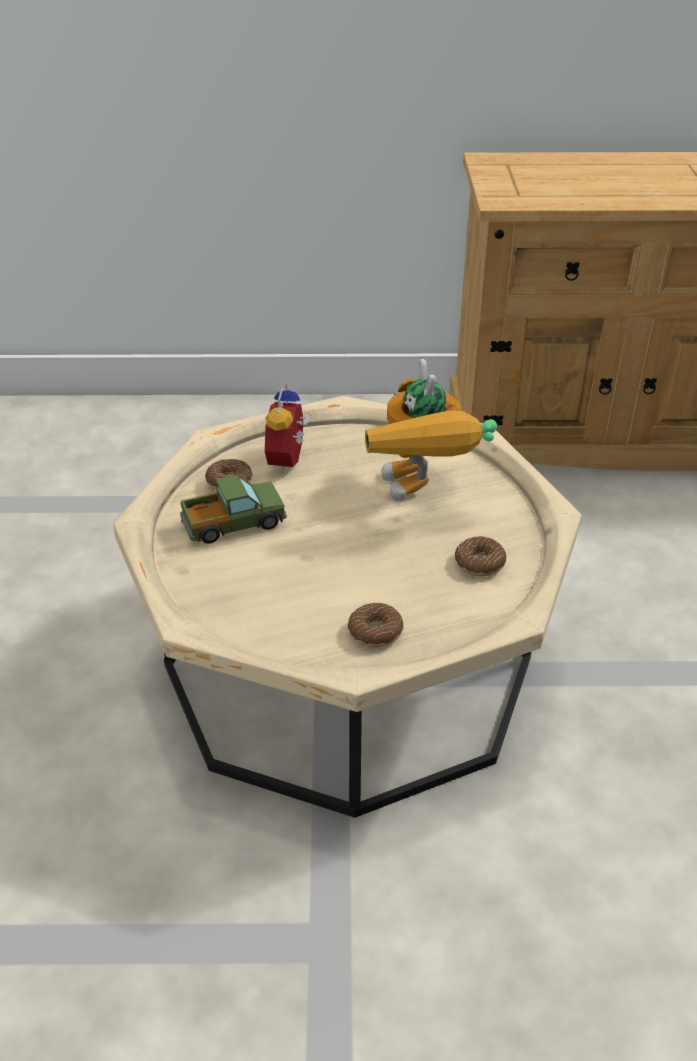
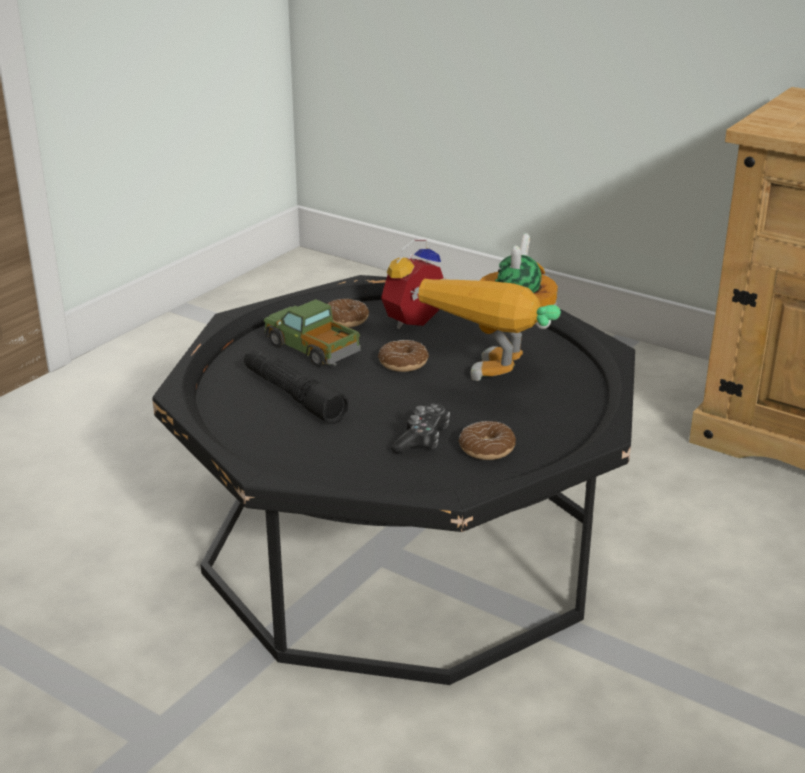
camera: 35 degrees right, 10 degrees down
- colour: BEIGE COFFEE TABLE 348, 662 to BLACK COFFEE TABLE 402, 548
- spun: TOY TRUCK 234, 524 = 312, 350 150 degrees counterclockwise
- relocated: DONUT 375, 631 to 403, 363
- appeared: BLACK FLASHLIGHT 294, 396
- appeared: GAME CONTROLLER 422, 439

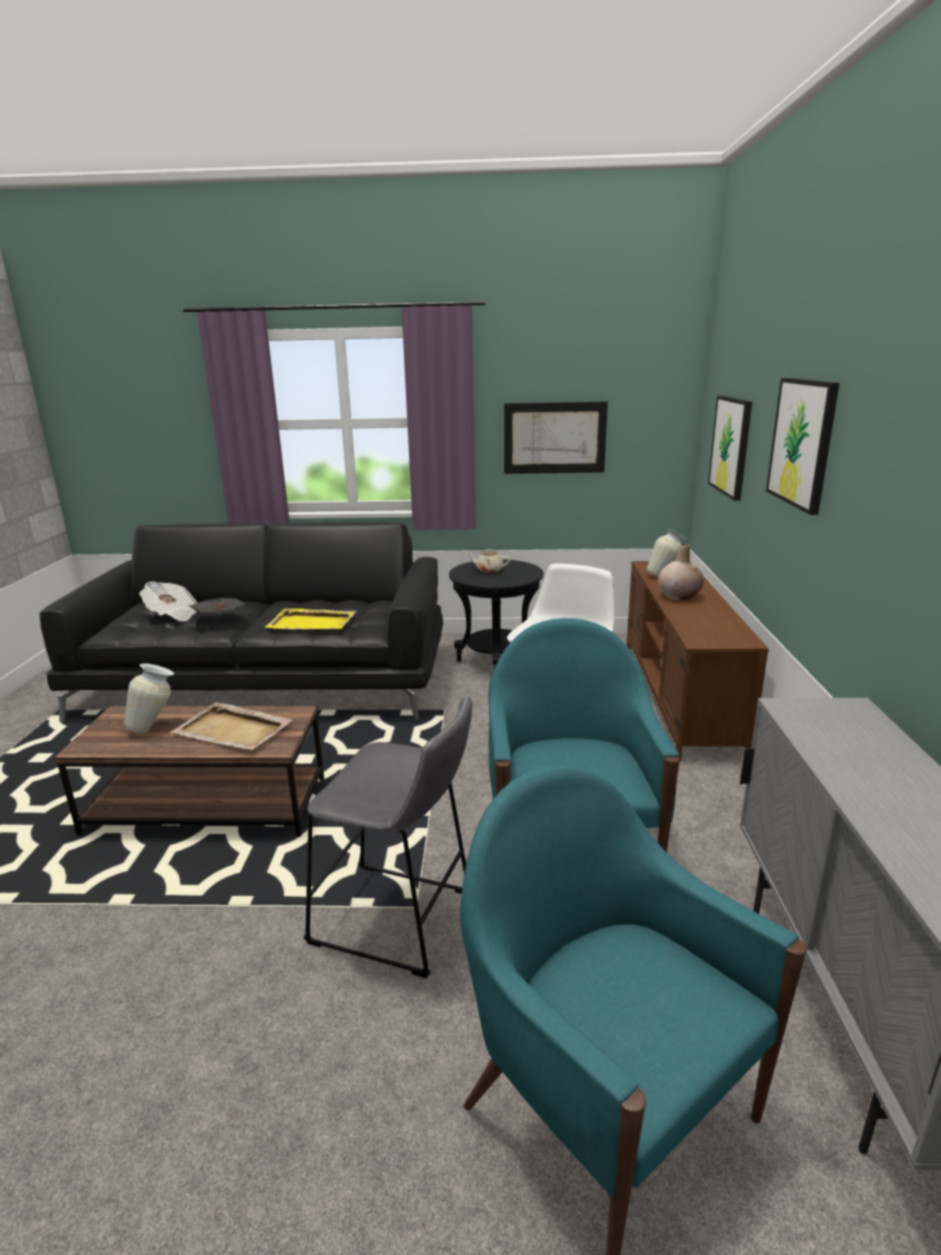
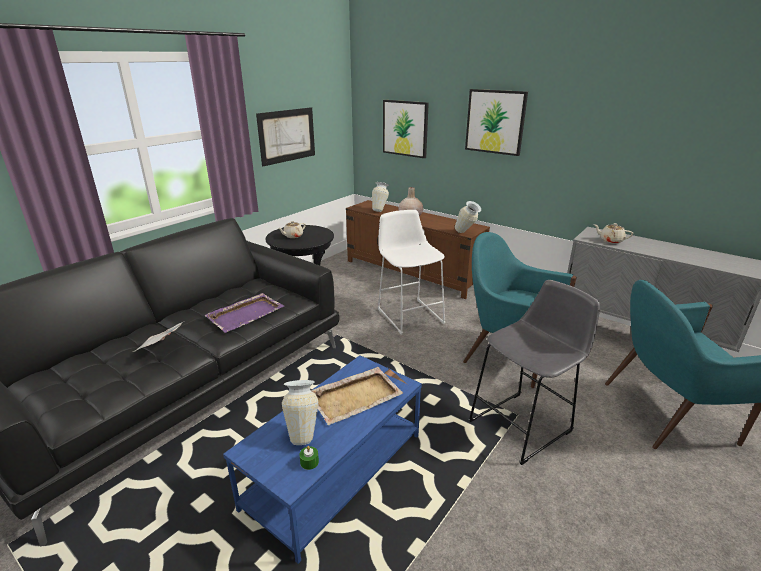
camera: 55 degrees left, 5 degrees up
- colour: BROWN COFFEE TABLE 209, 805 to BLUE COFFEE TABLE 335, 470
- missing: NEWSPAPER 173, 615
- colour: YELLOW TRAY 312, 623 to PURPLE TRAY 246, 314
- appeared: GREEN CANDLE 309, 462
- appeared: VASE 466, 234
- appeared: BEIGE TEAPOT 610, 240

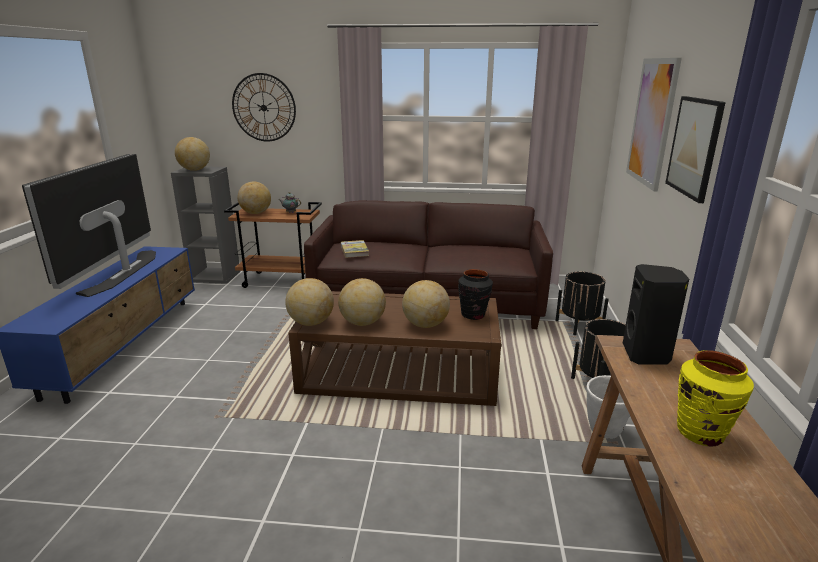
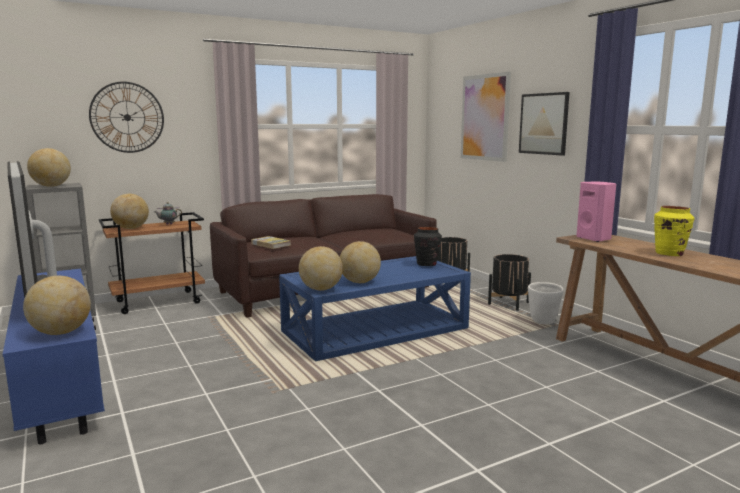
camera: 35 degrees left, 10 degrees down
- colour: BROWN COFFEE TABLE 399, 372 to BLUE COFFEE TABLE 375, 329
- relocated: GLOBE 425, 325 to 61, 332
- colour: BLACK SPEAKER 647, 355 to PINK SPEAKER 594, 239

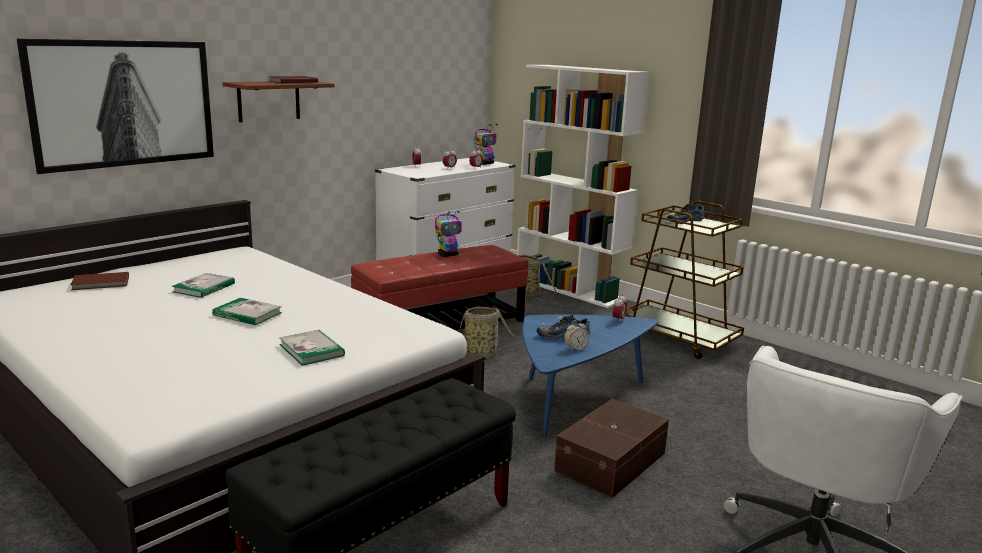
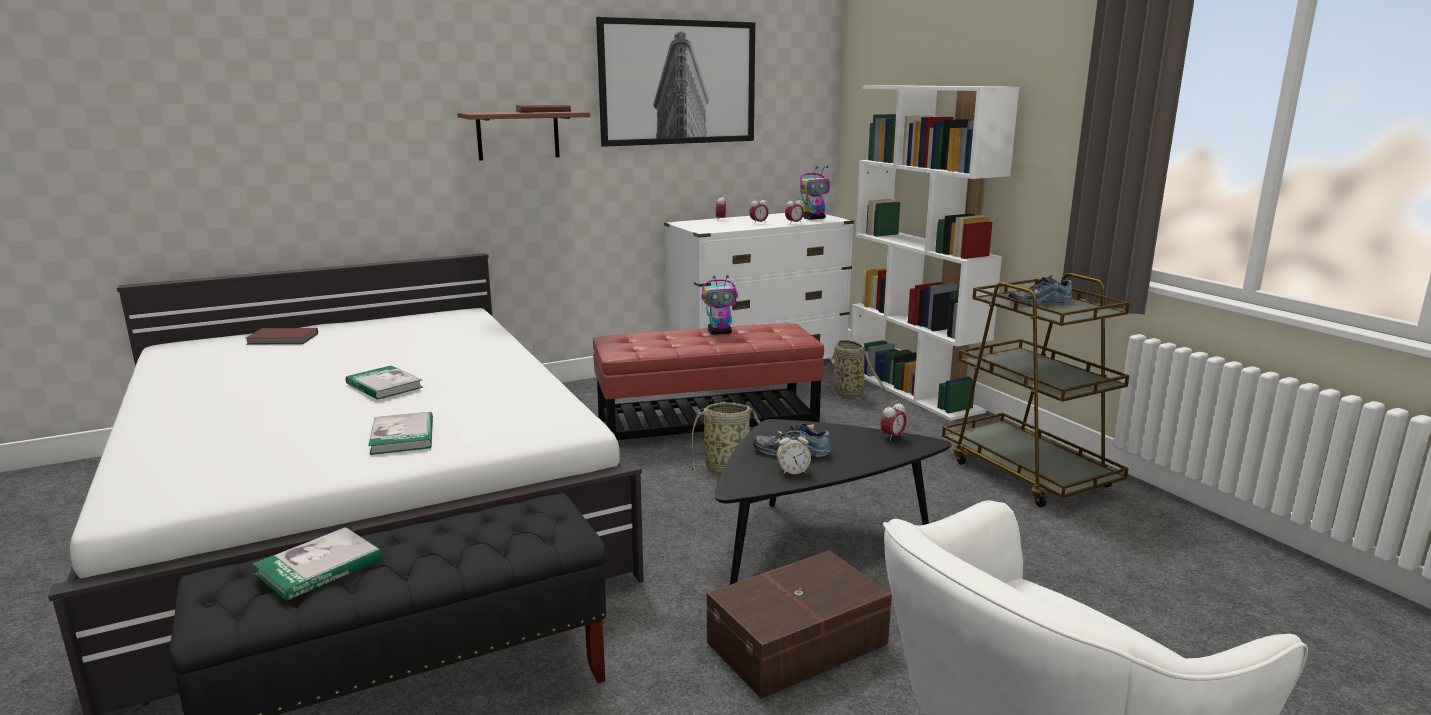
camera: 20 degrees right, 0 degrees up
- relocated: PICTURE 123, 103 to 678, 82
- relocated: BOOK 204, 288 to 319, 567
- colour: BLUE COFFEE TABLE 574, 396 to BLACK COFFEE TABLE 813, 538

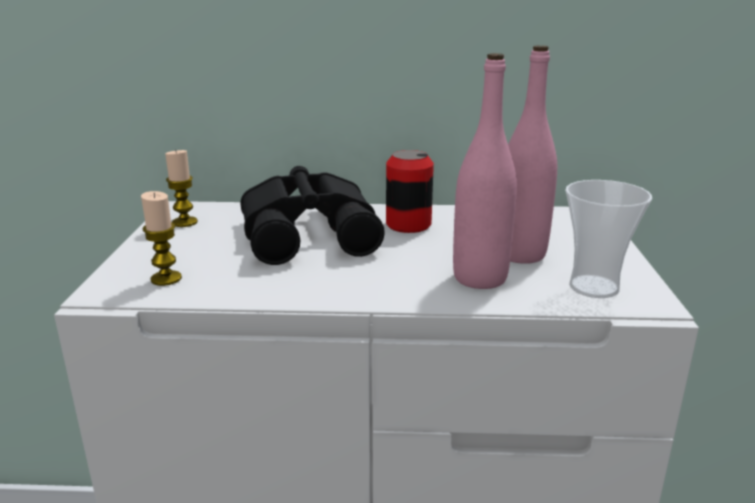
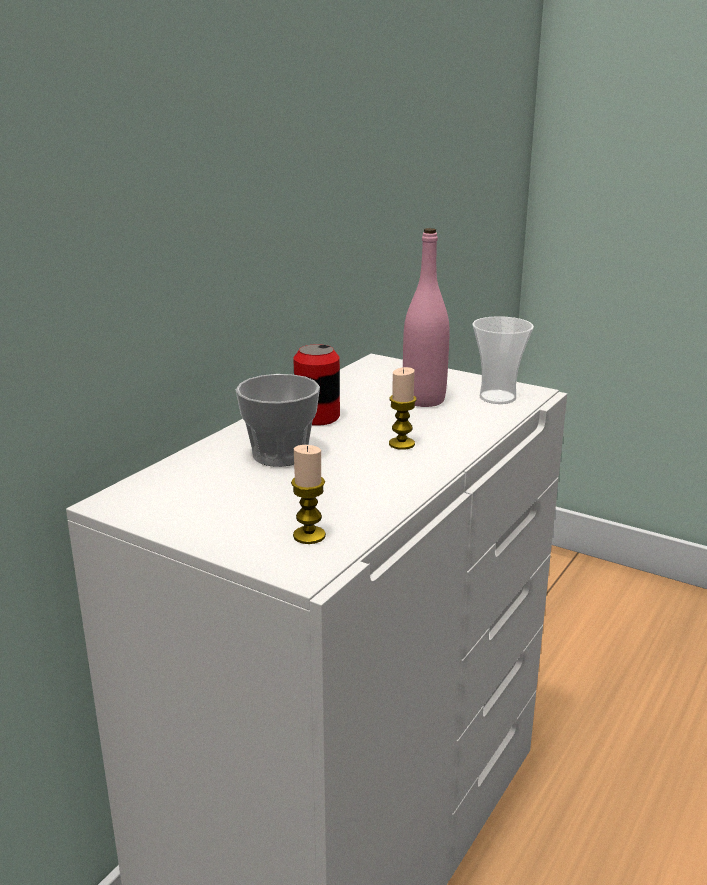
camera: 60 degrees left, 0 degrees up
- relocated: CANDLE 185, 222 to 401, 444
- exchanged: BLACK BINOCULARS 312, 232 to CUP 280, 455
- missing: PINK BOTTLE 480, 278

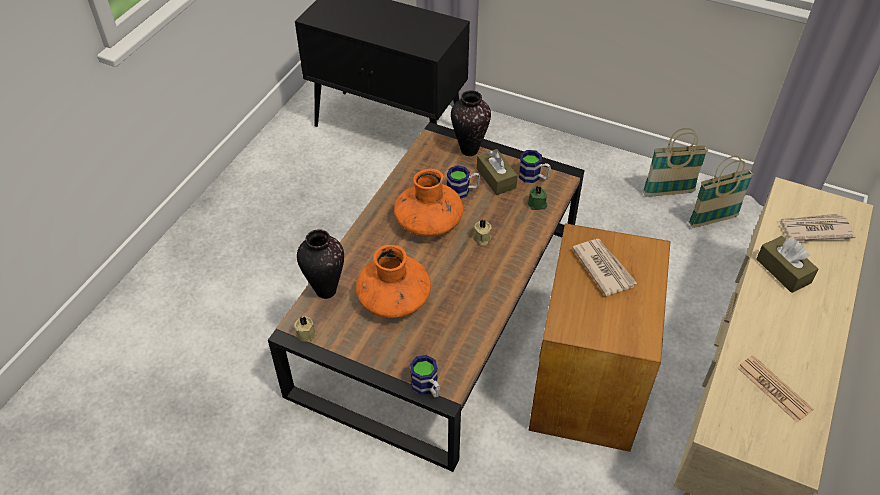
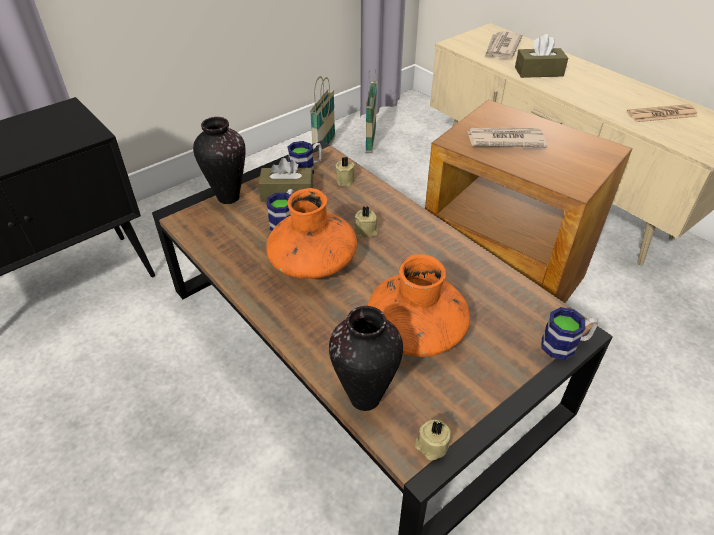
camera: 65 degrees left, 5 degrees down
- colour: GREEN CANDLE 537, 205 to BEIGE CANDLE 346, 180

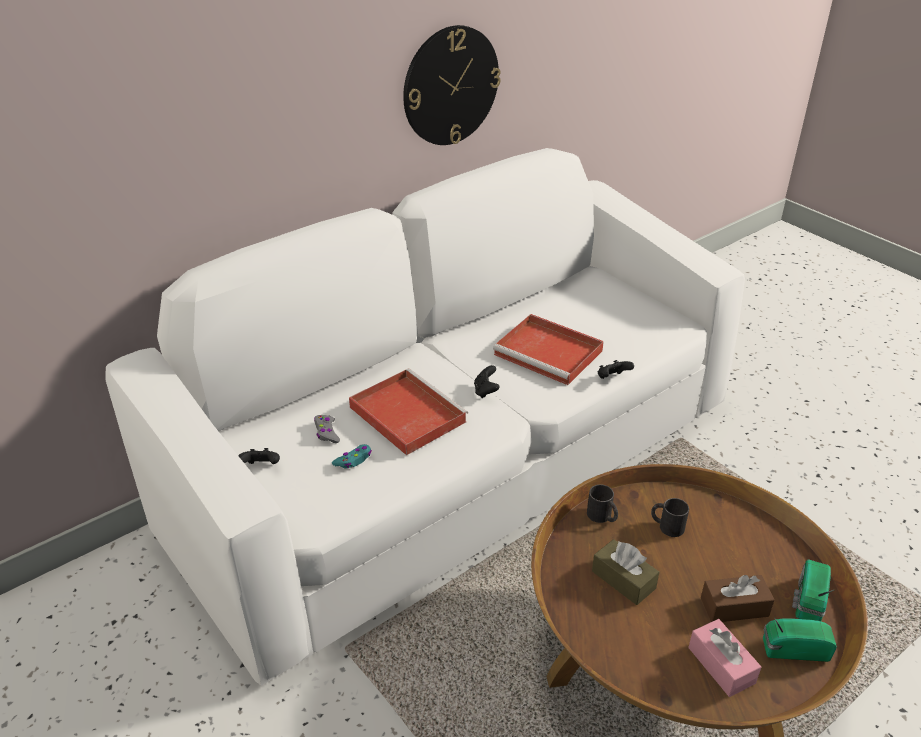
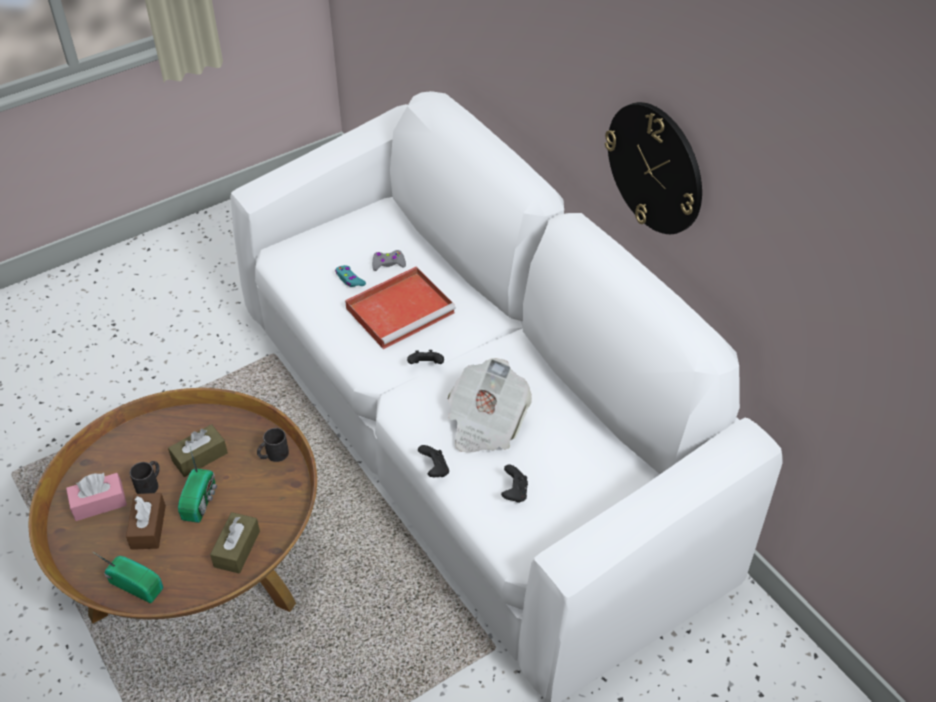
camera: 95 degrees right, 10 degrees up
- relocated: BLACK GAME CONTROLLER 262, 467 to 514, 492
- exchanged: RED TRAY 550, 353 to NEWSPAPER 486, 423
- relocated: BLACK MUG 666, 526 to 150, 483
- relocated: RADIO 792, 648 to 201, 500
- appeared: BROWN TISSUE BOX 237, 549

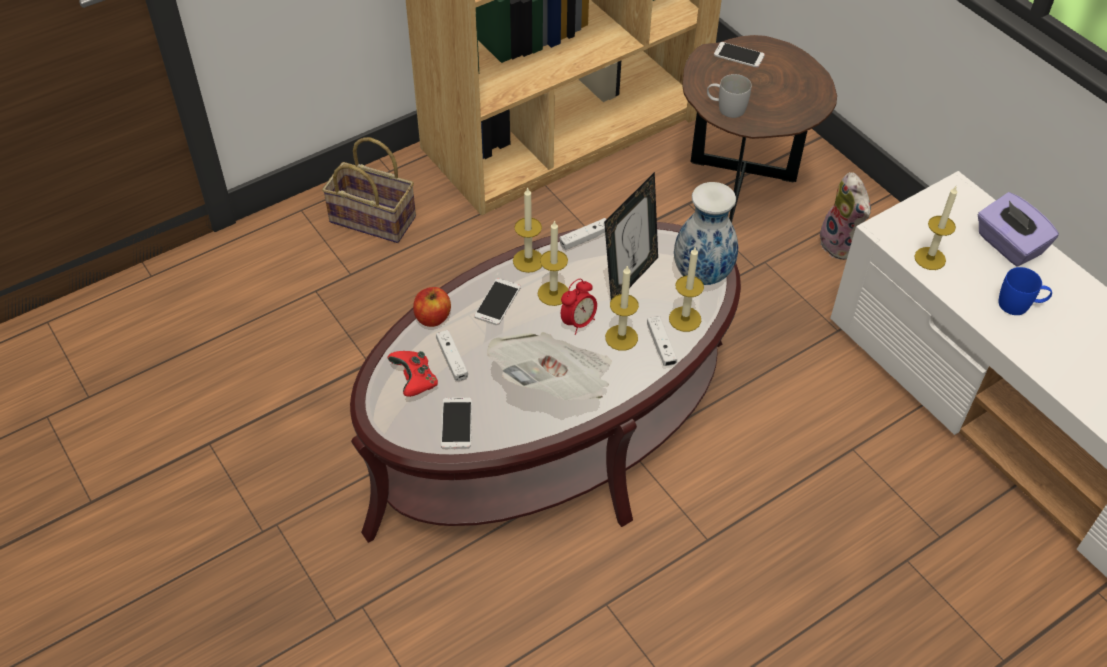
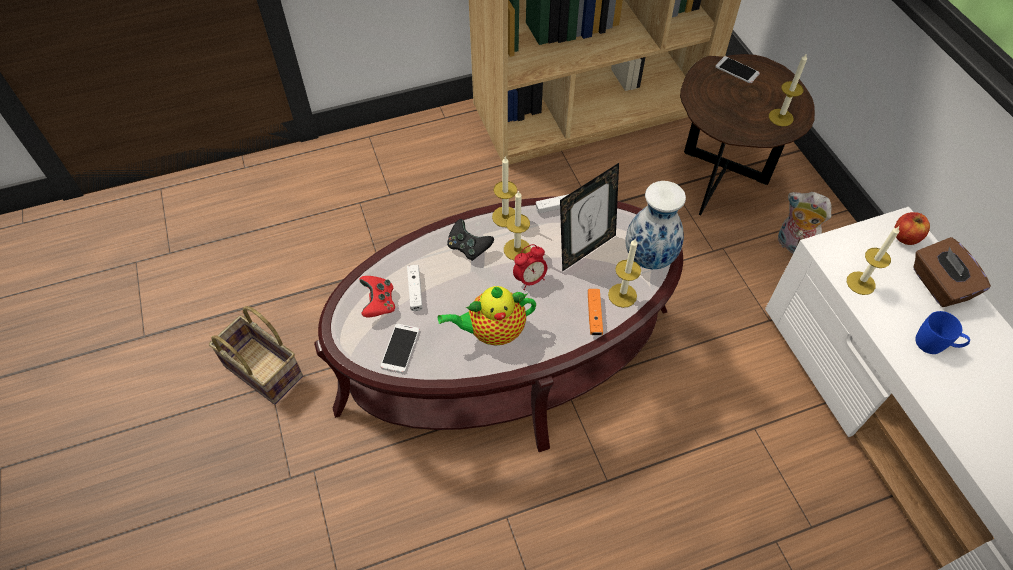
camera: 15 degrees right, 5 degrees up
- relocated: BASKET 375, 219 to 266, 371
- relocated: APPLE 432, 317 to 905, 237
- exchanged: PHONE 497, 302 to BLACK GAME CONTROLLER 468, 247
- exchanged: NEWSPAPER 554, 385 to TEAPOT 492, 332
- relocated: CANDLE 621, 337 to 781, 117
- colour: WHITE GAME CONTROLLER 661, 346 to ORANGE GAME CONTROLLER 594, 315
- missing: WHITE MUG 726, 108
- spun: PLUSH TOY 841, 245 = 792, 246 135 degrees clockwise
- colour: PURPLE TISSUE BOX 1008, 245 to BROWN TISSUE BOX 938, 285

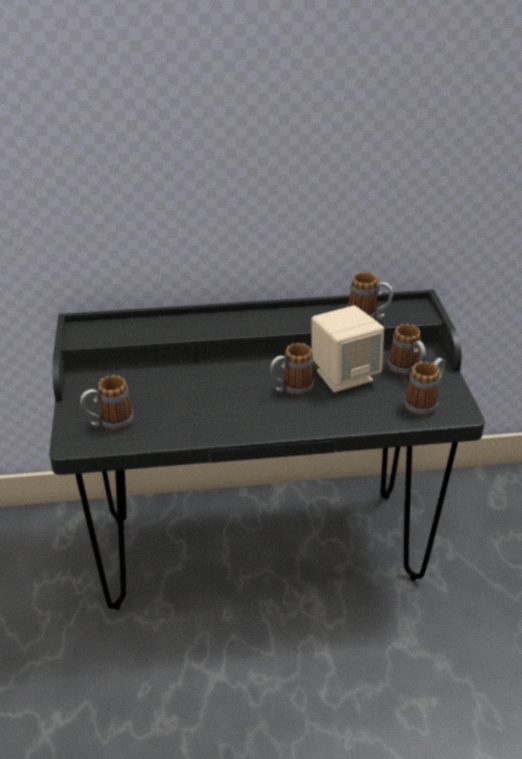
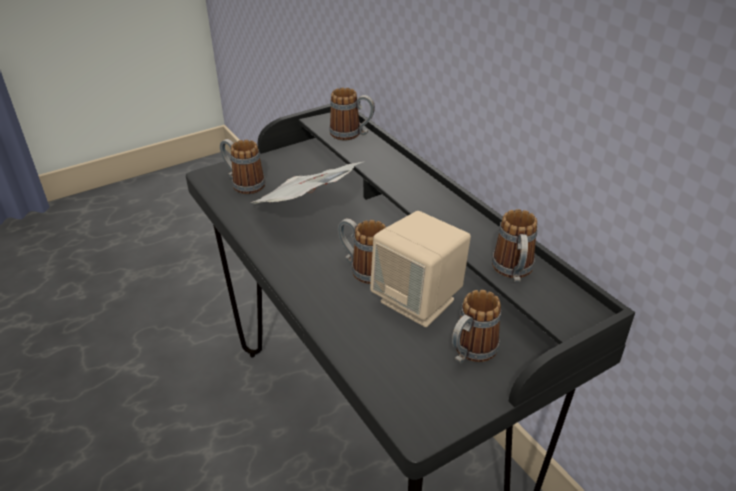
camera: 65 degrees right, 0 degrees up
- relocated: MUG 424, 403 to 352, 134
- appeared: NEWSPAPER 308, 208

